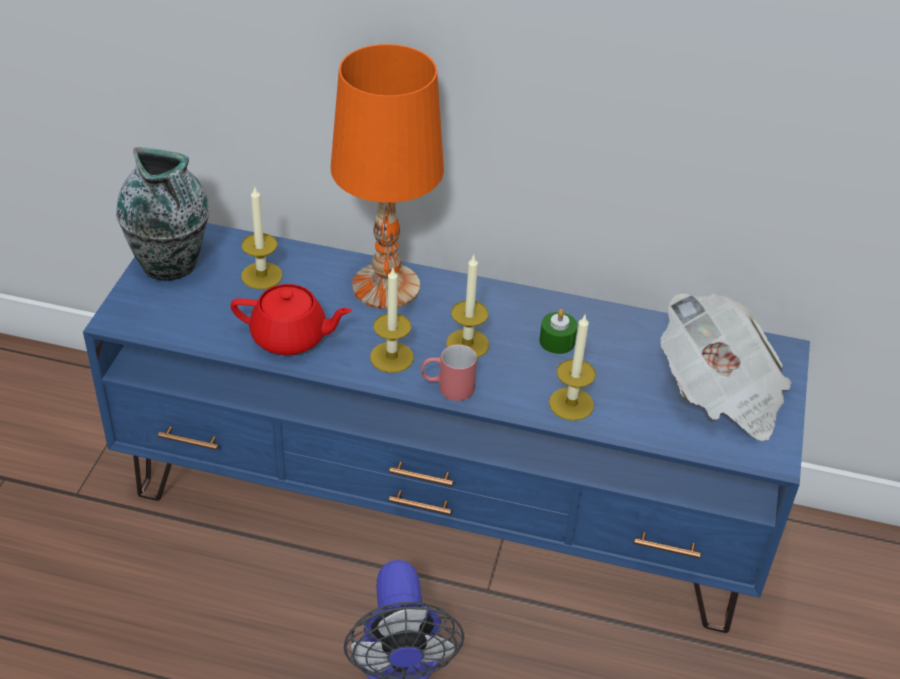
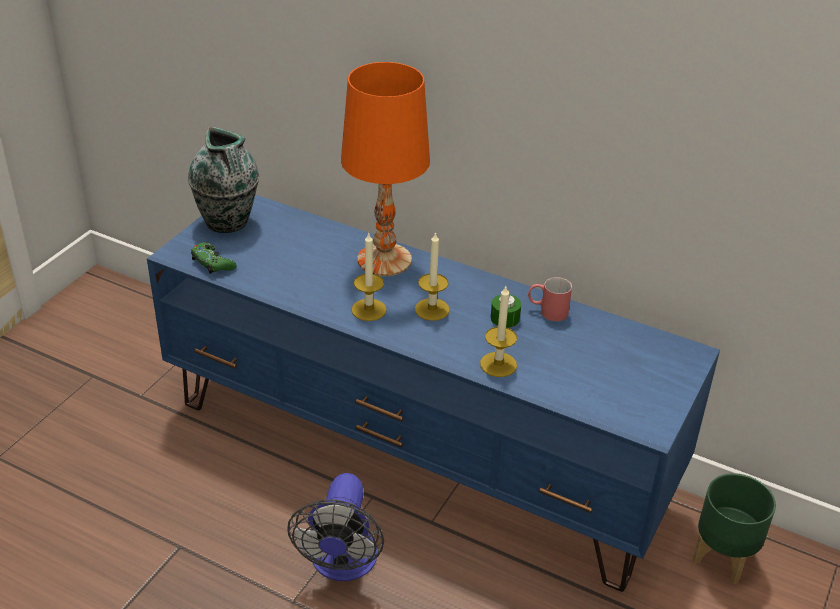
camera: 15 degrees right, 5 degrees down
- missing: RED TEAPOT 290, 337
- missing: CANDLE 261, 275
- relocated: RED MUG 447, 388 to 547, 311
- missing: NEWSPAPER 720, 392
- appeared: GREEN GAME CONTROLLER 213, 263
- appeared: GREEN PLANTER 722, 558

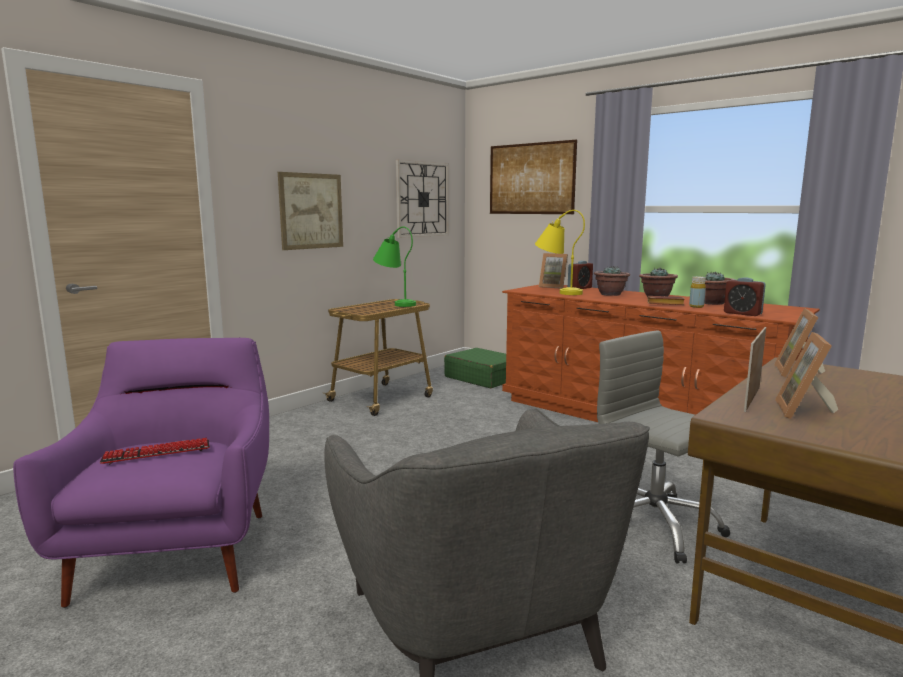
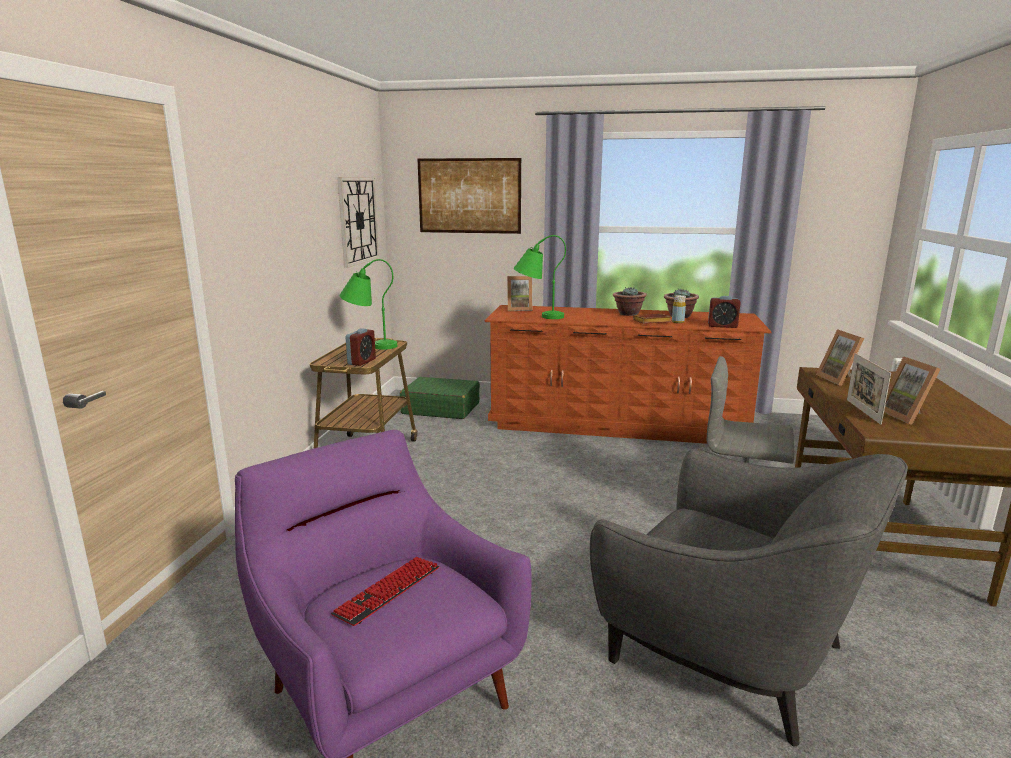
camera: 30 degrees left, 5 degrees up
- missing: PICTURE 311, 211
- colour: YELLOW TABLE LAMP 557, 292 to GREEN TABLE LAMP 537, 316
- relocated: ALARM CLOCK 579, 288 to 362, 362
- missing: POTTED PLANT 610, 294

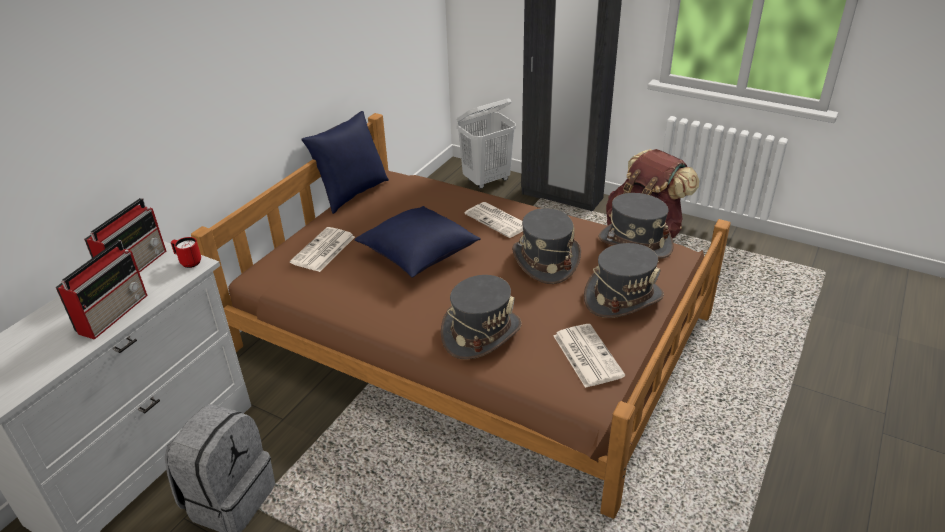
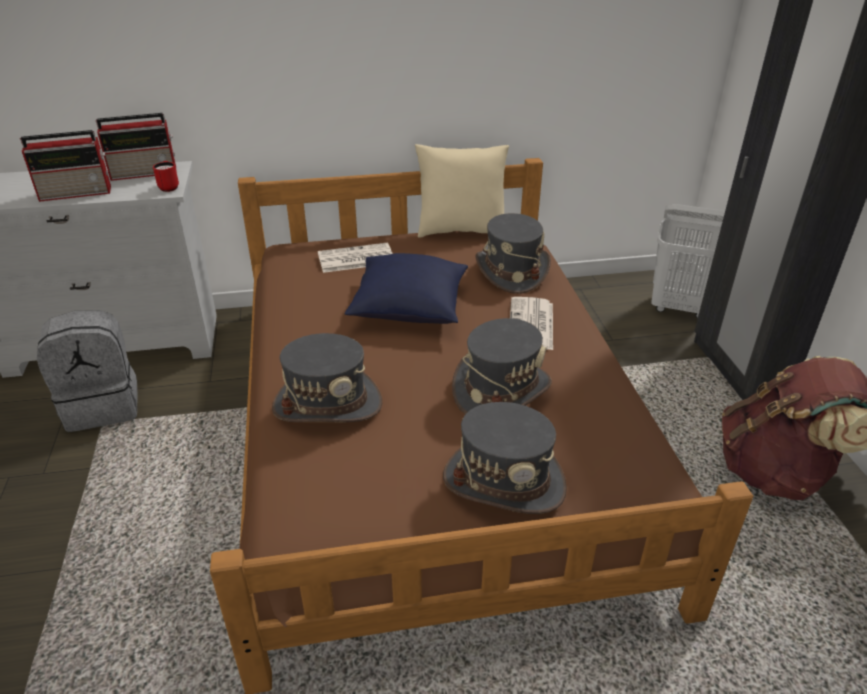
camera: 50 degrees right, 0 degrees up
- colour: BLUE PILLOW 352, 193 to BEIGE PILLOW 461, 230
- missing: NEWSPAPER 586, 355
- relocated: GREY HAT 635, 243 to 511, 271

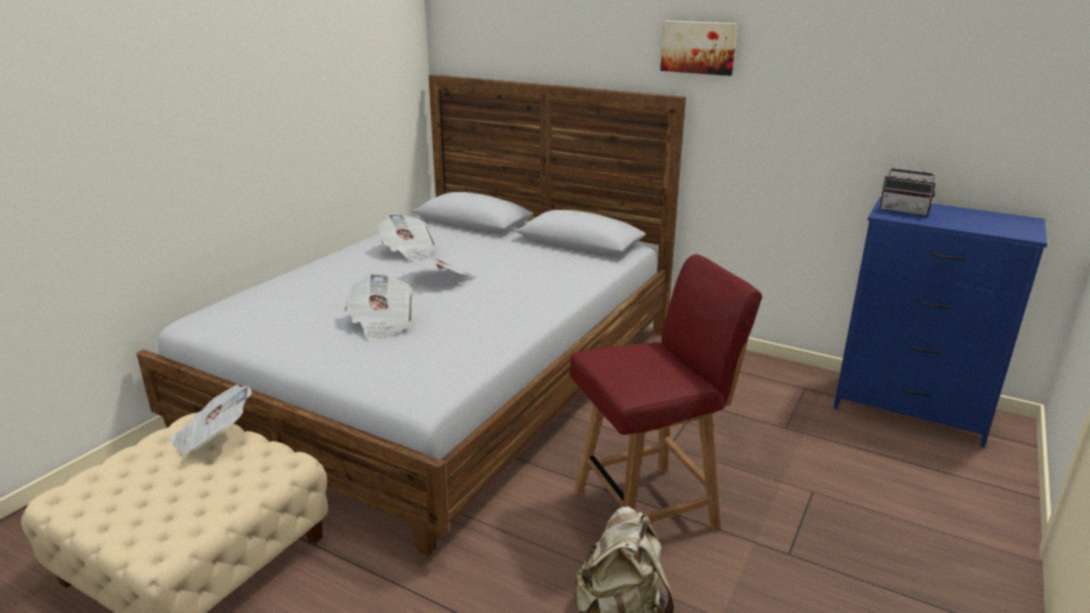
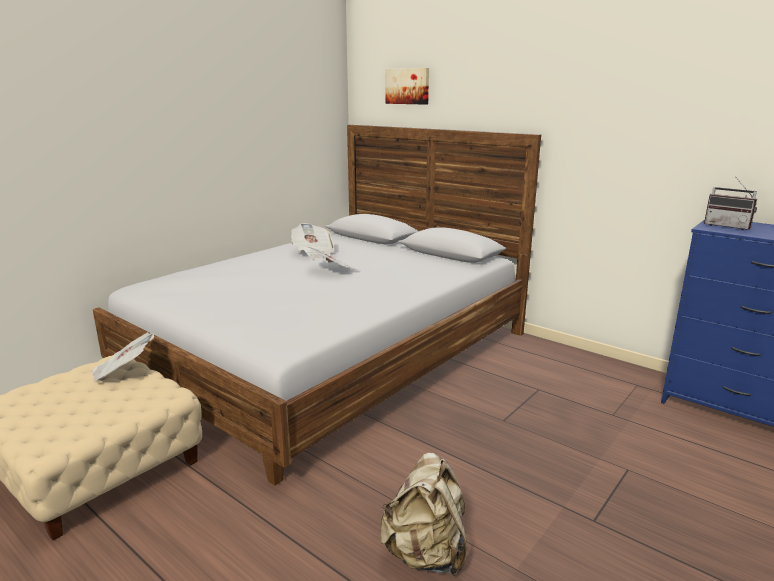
camera: 10 degrees right, 5 degrees down
- missing: NEWSPAPER 381, 324
- missing: RED CHAIR 648, 509
- relocated: PICTURE 698, 47 to 408, 86

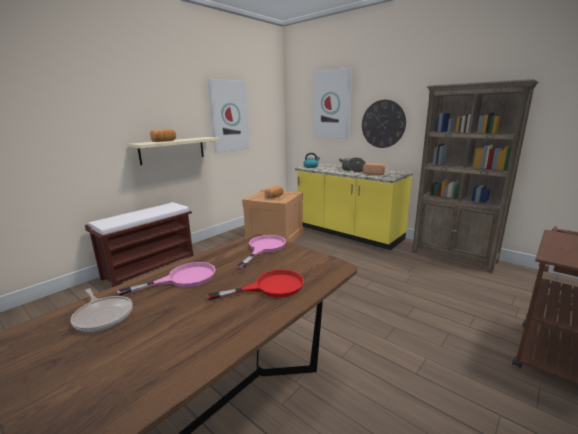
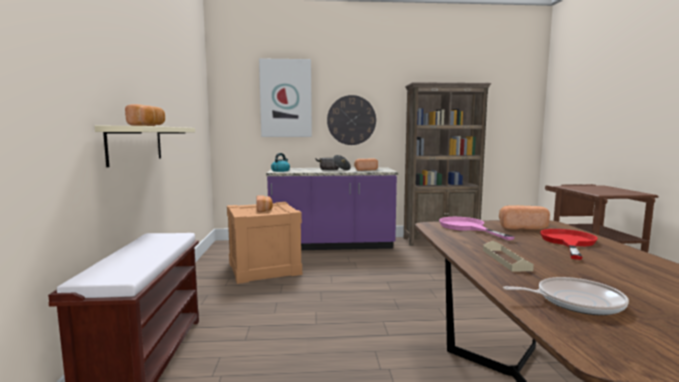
camera: 45 degrees left, 10 degrees down
- exchanged: PINK FRYING PAN 183, 279 to BEIGE TRAY 506, 260
- missing: PICTURE 229, 116
- colour: YELLOW COUNTER 348, 233 to PURPLE COUNTER 331, 245
- appeared: BREAD 520, 227

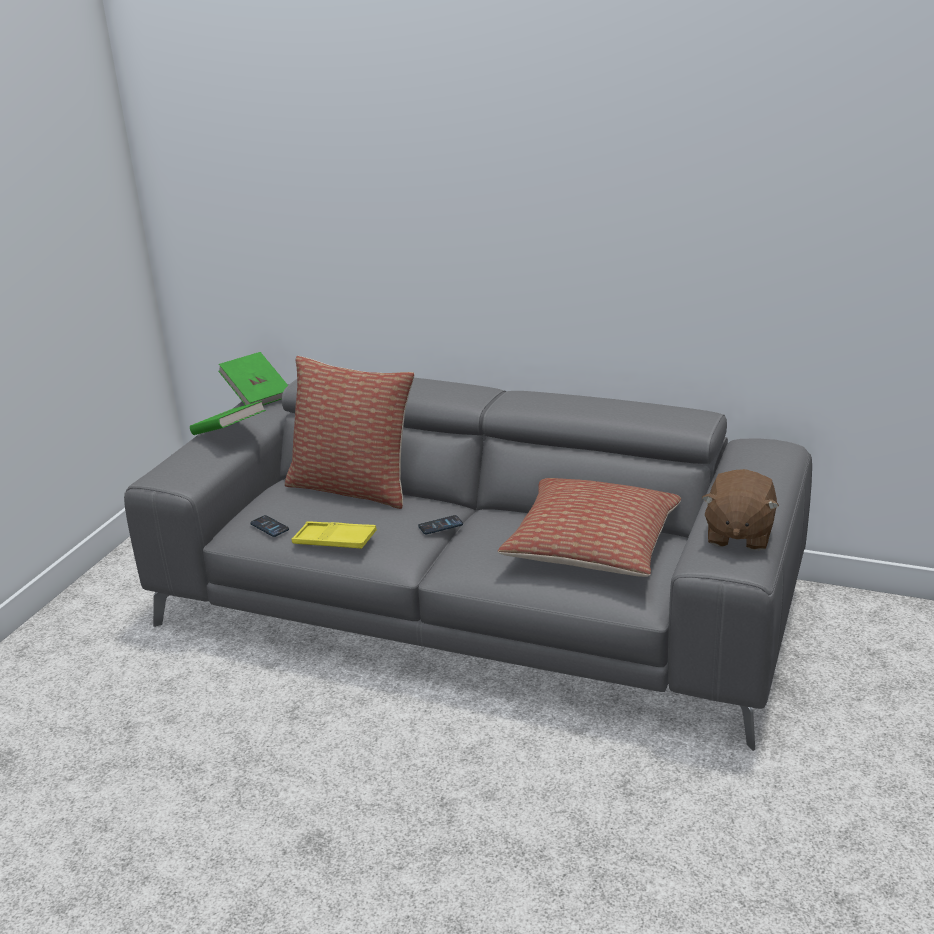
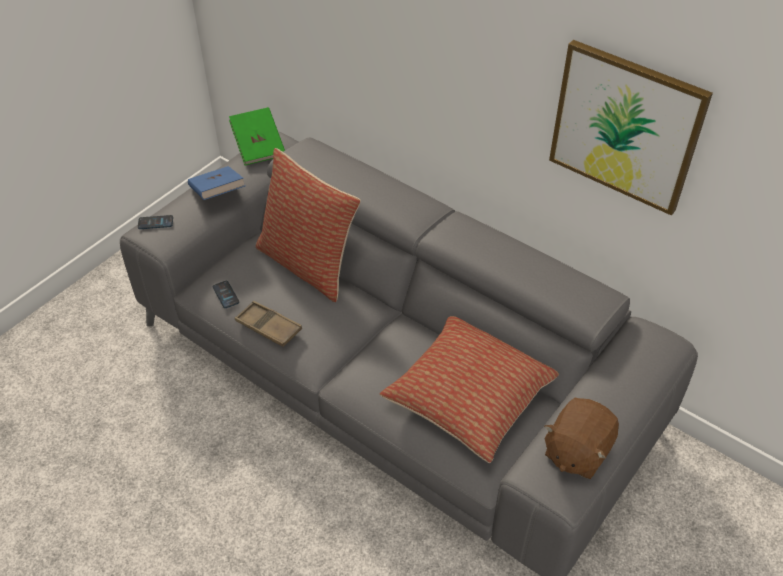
camera: 15 degrees right, 20 degrees up
- colour: GREEN BOOK 229, 434 to BLUE BOOK 218, 194
- colour: YELLOW TRAY 334, 541 to BROWN TRAY 268, 327
- relocated: PHONE 440, 525 to 155, 222
- appeared: PICTURE 625, 127

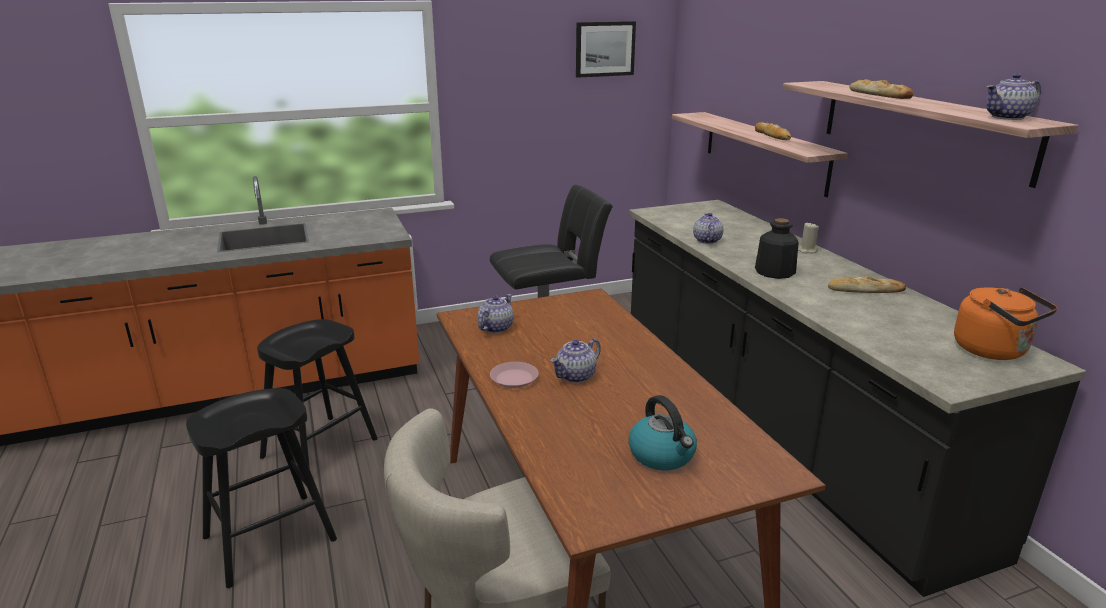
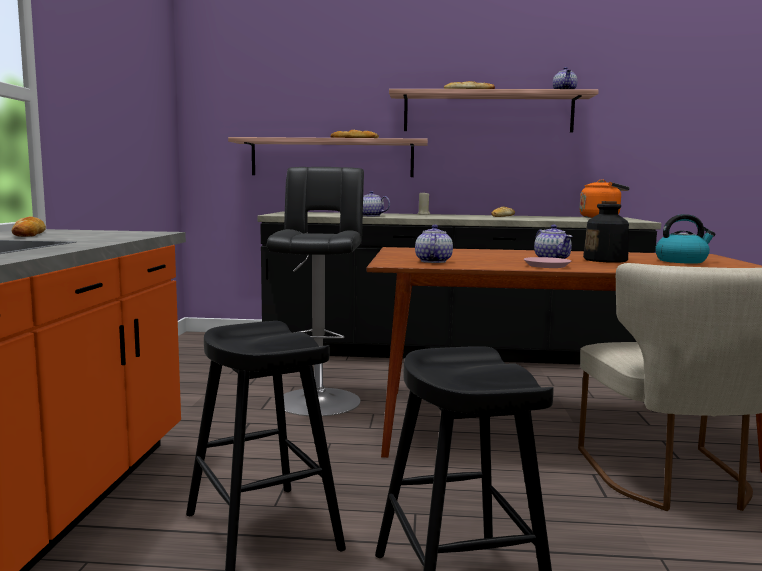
camera: 65 degrees left, 15 degrees down
- spun: TEAPOT 495, 327 = 432, 261 45 degrees clockwise
- missing: PICTURE 604, 49
- relocated: BOTTLE 774, 272 to 605, 260
- appeared: BREAD 29, 234

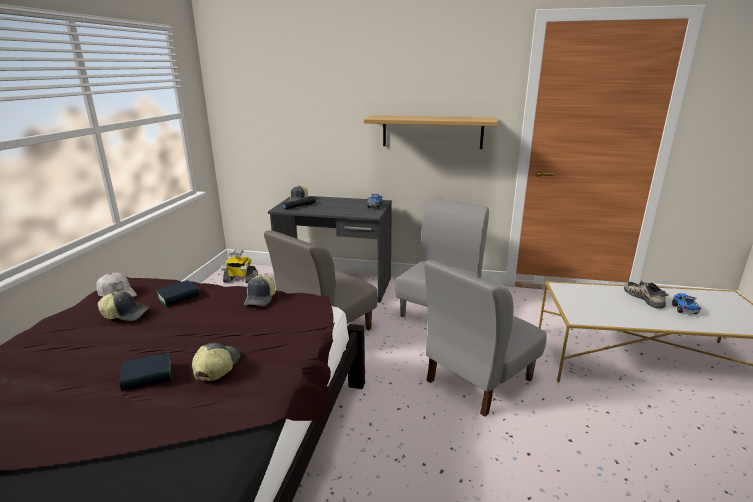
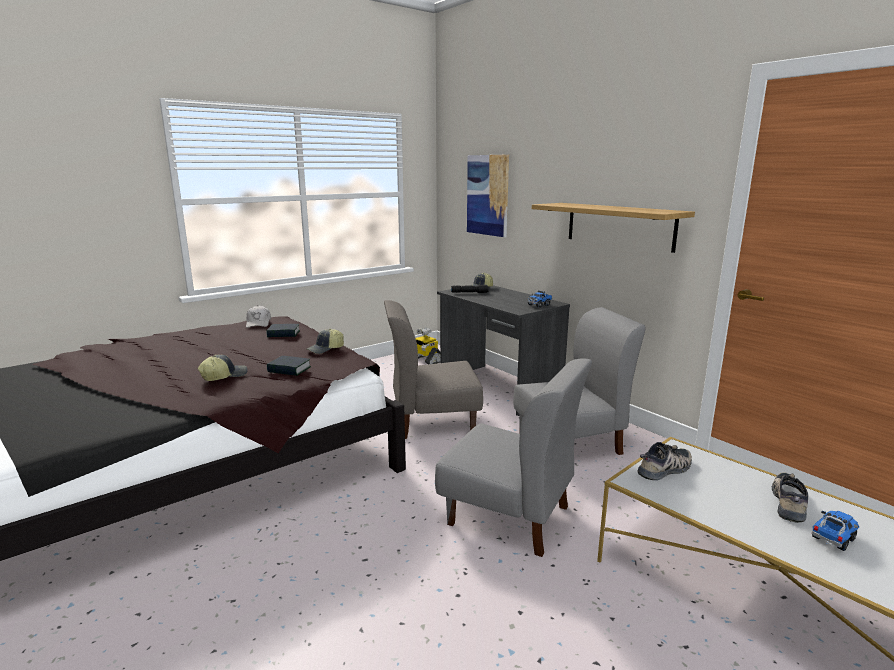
camera: 40 degrees right, 5 degrees down
- missing: CAP 126, 314
- relocated: BOOK 148, 376 to 289, 370
- spun: GREY CHAIR 478, 380 = 509, 516 150 degrees counterclockwise
- appeared: PICTURE 487, 195
- appeared: SHOE 665, 469

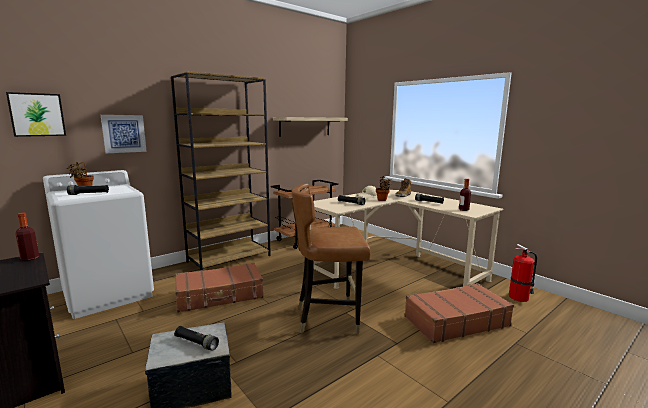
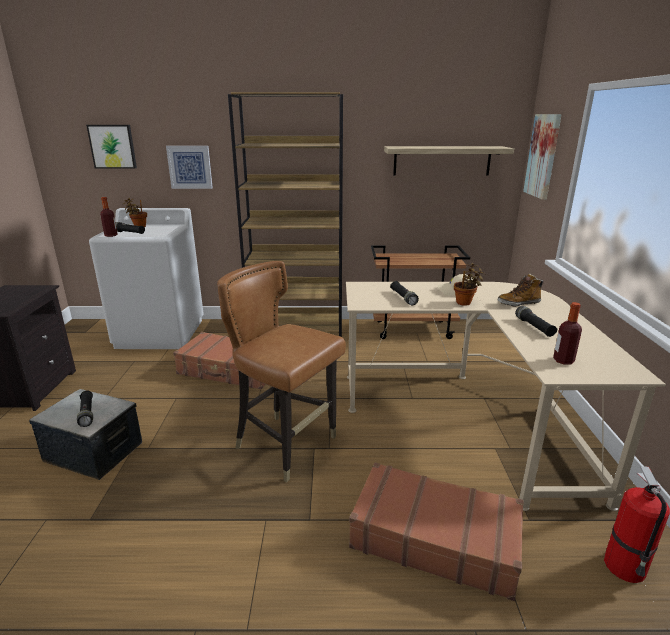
camera: 40 degrees right, 10 degrees up
- relocated: BOTTLE 30, 258 to 111, 235
- appeared: PICTURE 543, 156

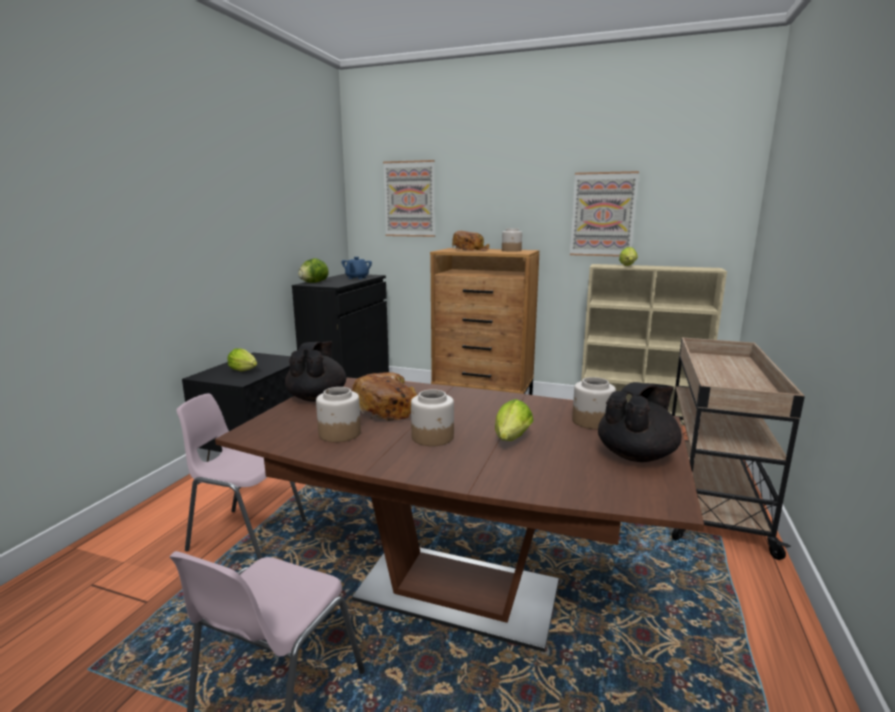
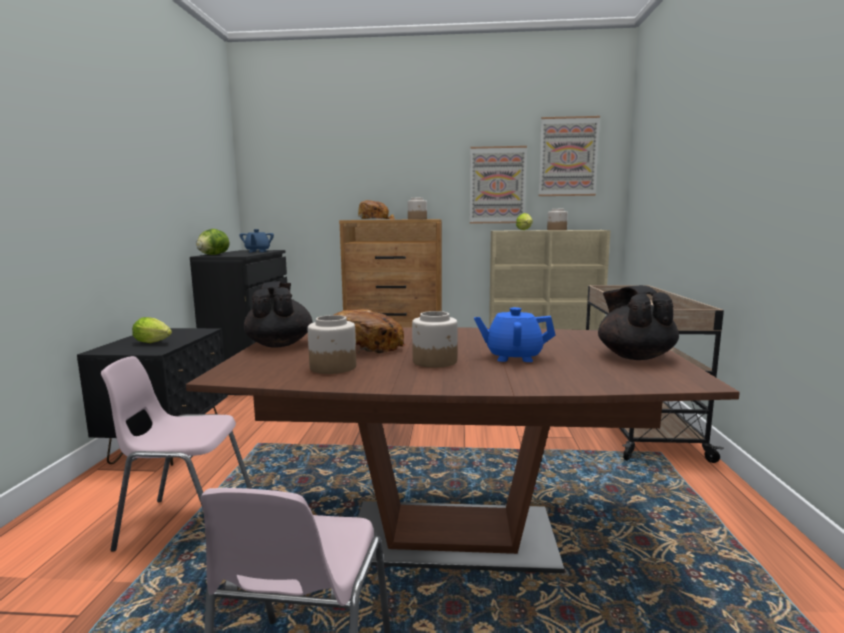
camera: 15 degrees left, 5 degrees down
- relocated: PICTURE 409, 199 to 568, 157
- exchanged: LETTUCE 511, 440 to BLUE TEAPOT 513, 357
- relocated: JAR 591, 422 to 556, 230
- spun: BLACK TEAPOT 636, 455 = 634, 356 45 degrees counterclockwise

